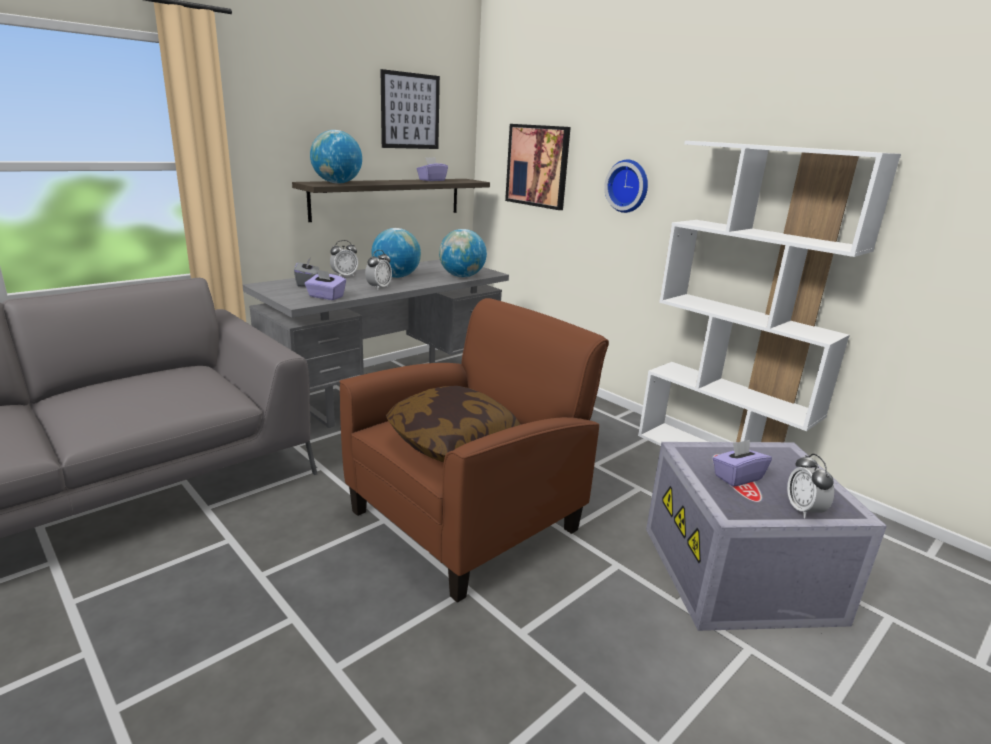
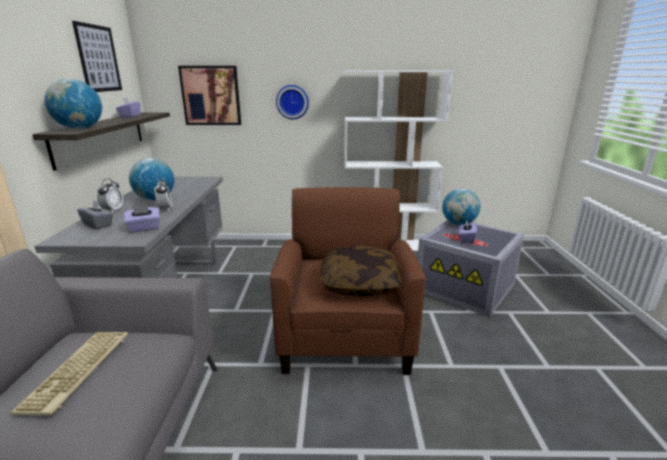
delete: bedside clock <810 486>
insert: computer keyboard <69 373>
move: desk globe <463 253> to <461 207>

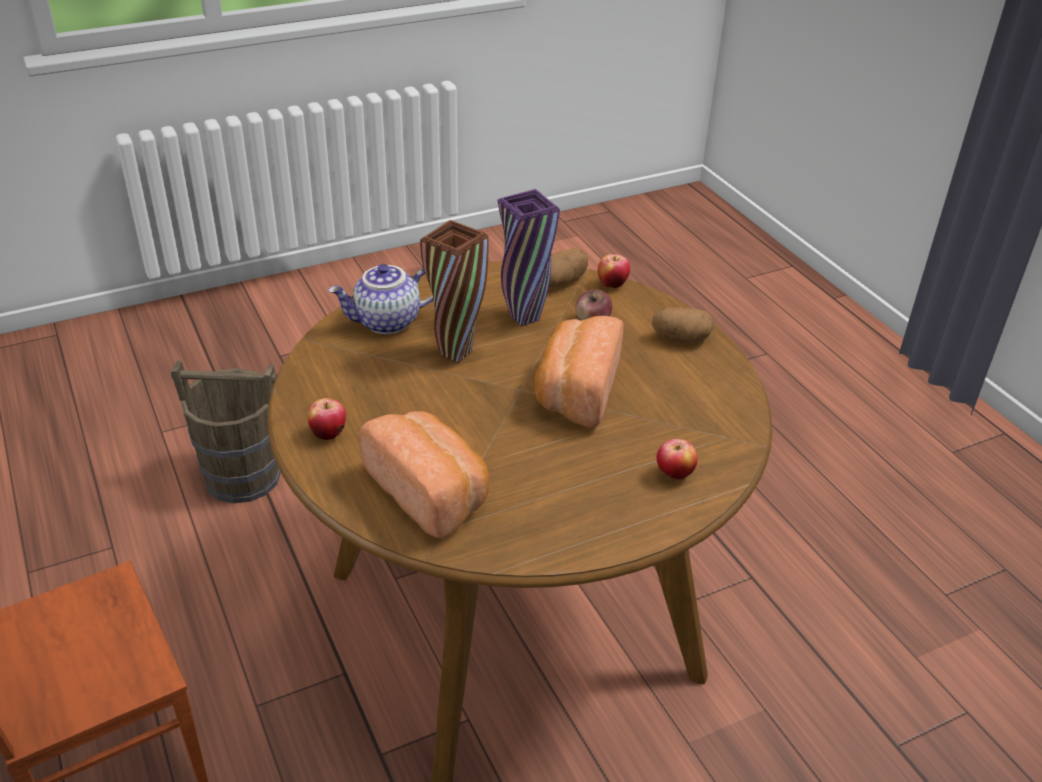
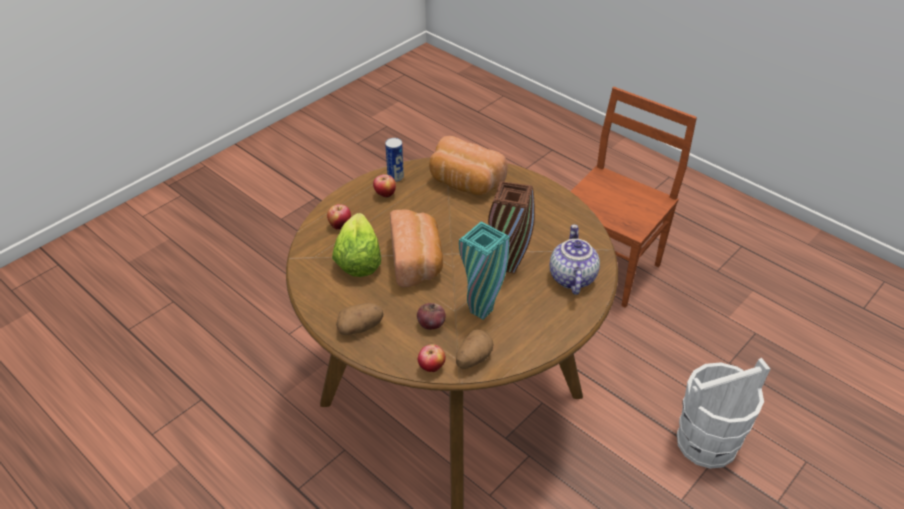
insert: sealed can <394 160>; head of lettuce <356 245>
move: apple fruit <326 419> to <384 185>
recolor: flower vase (purple-coloured) <528 257> to flower vase (turquoise-coloured) <484 270>; bucket (brown) <226 432> to bucket (whitish) <723 413>
rotate: tea pot <381 299> = <575 259> 45 degrees counterclockwise

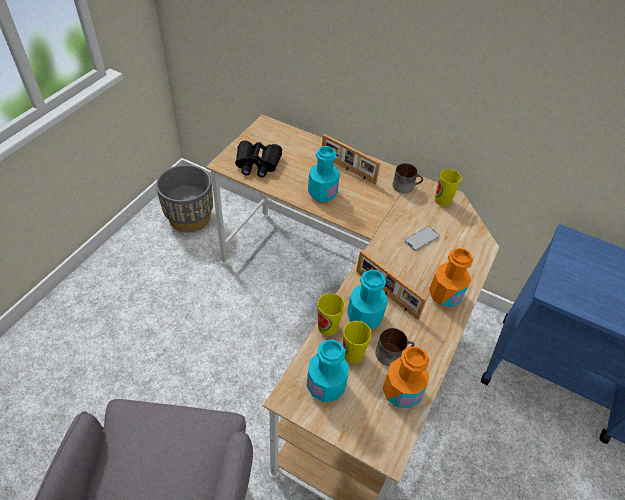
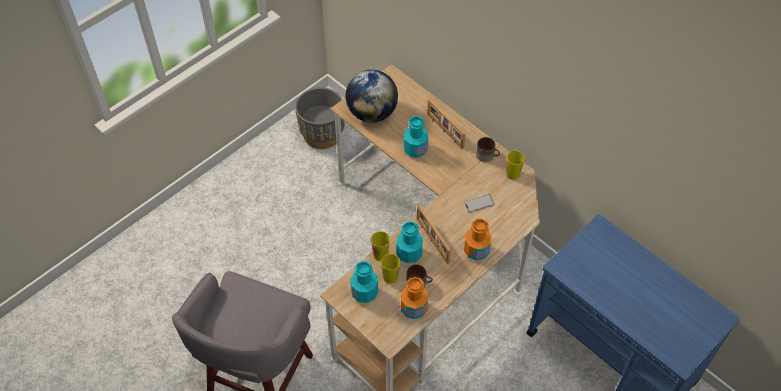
replace: binoculars (black-coloured) <258 159> to desk globe <372 96>

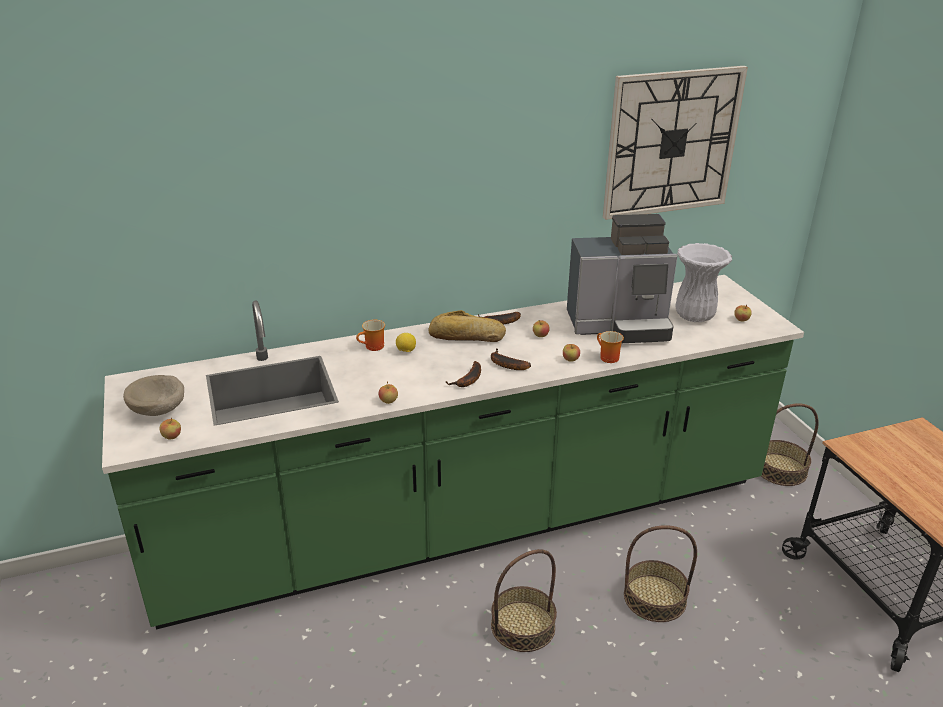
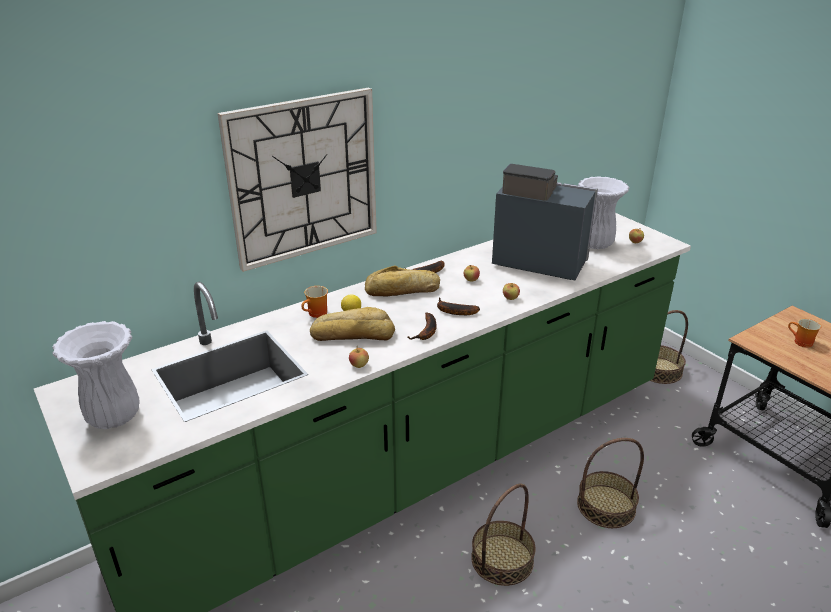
delete: apple fruit <170 428>
insert: bakery bread <352 324>
move: clock on the wall <675 143> to <297 179>; mug <610 347> to <804 333>
replace: bowl (sand-coloured) <153 395> to flower vase (whitish) <96 375>
rotate: coffee maker <622 278> = <545 222> 135 degrees counterclockwise

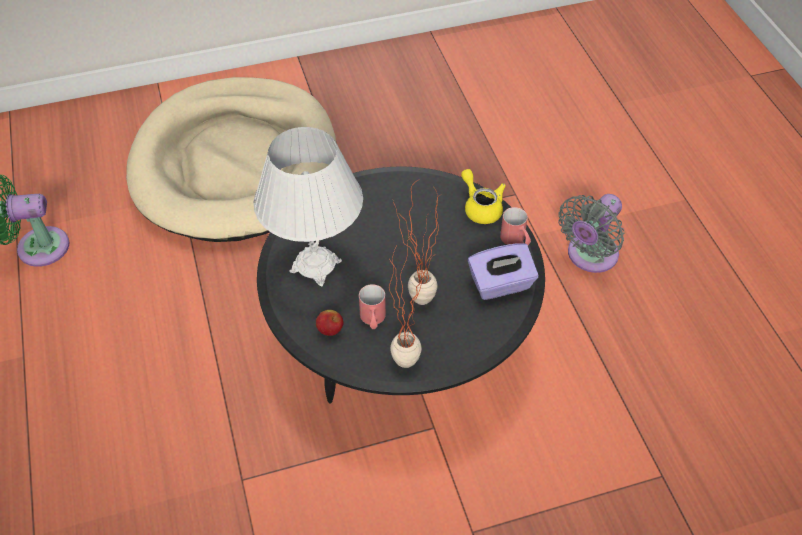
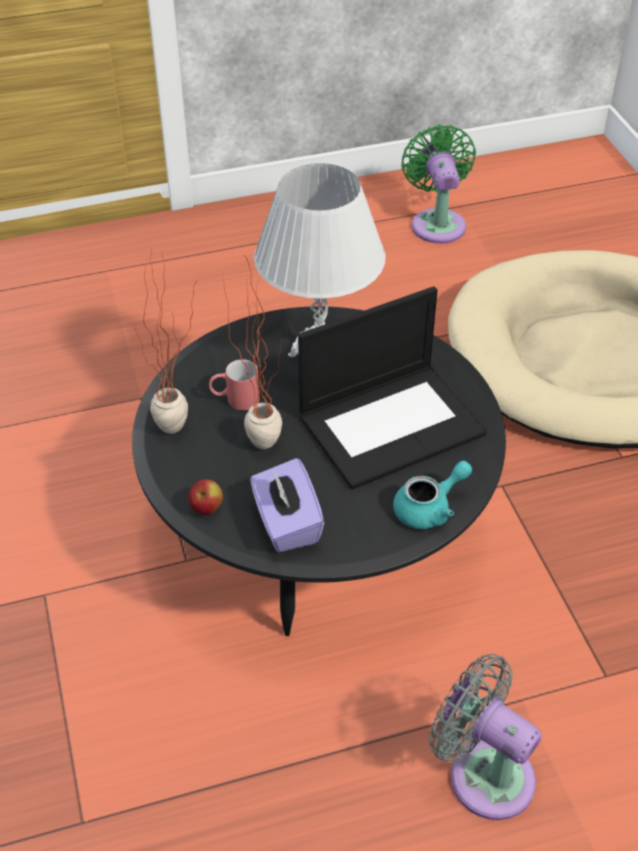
delete: mug (red-coloured) <515 226>
insert: portable computer <392 388>
move: apple fruit <329 323> to <205 496>
recolor: tea pot (yellow-coloured) <483 196> to tea pot (turquoise-coloured) <432 495>

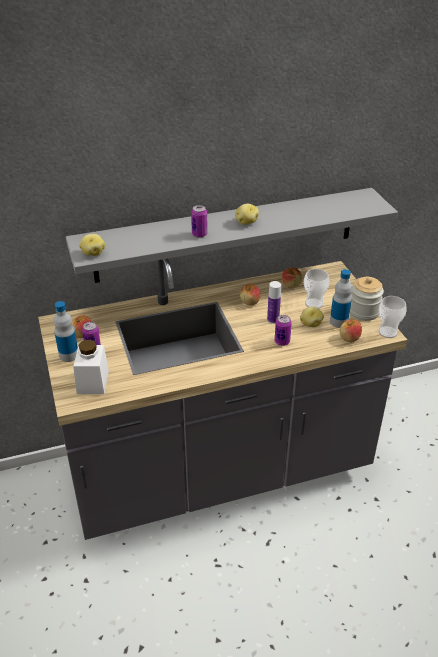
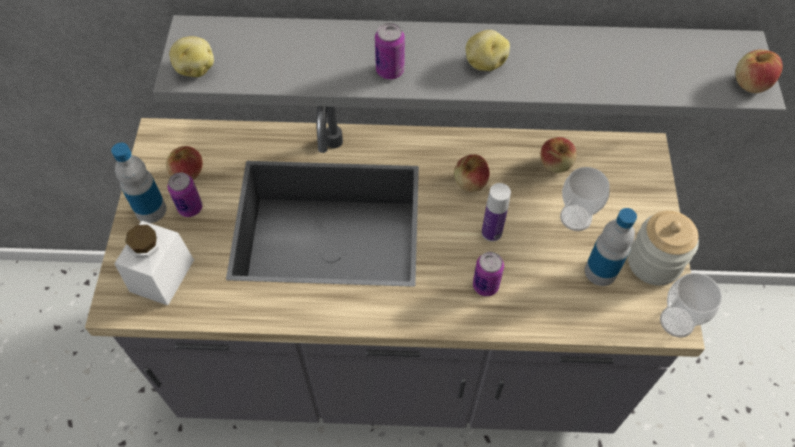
delete: potato <312 317>
move: apple fruit <351 331> to <759 71>

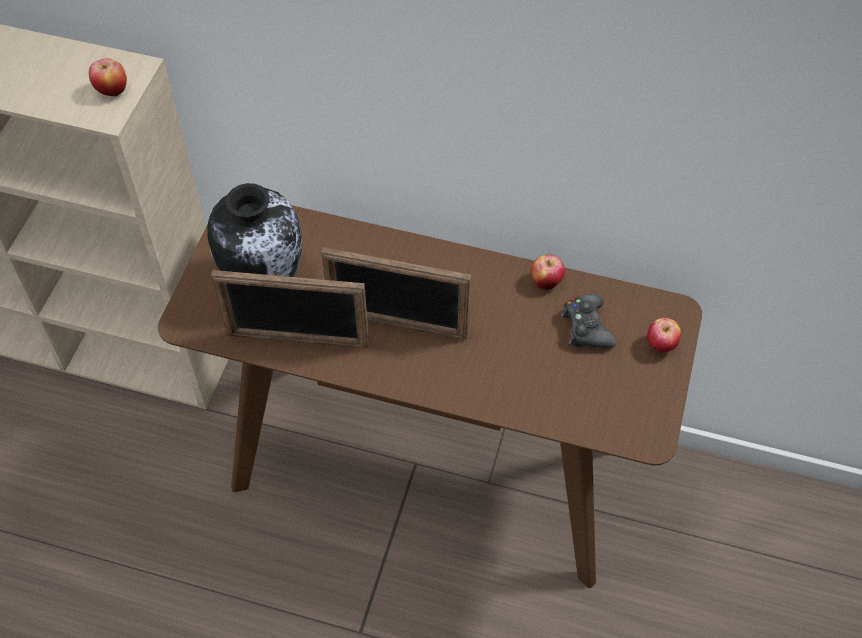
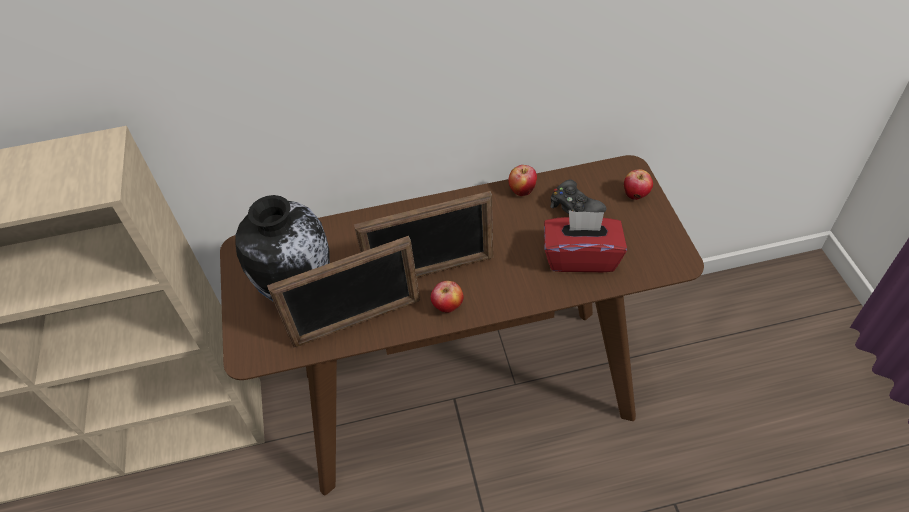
insert: tissue box (red-coloured) <585 241>
move: apple fruit <108 77> to <447 297>

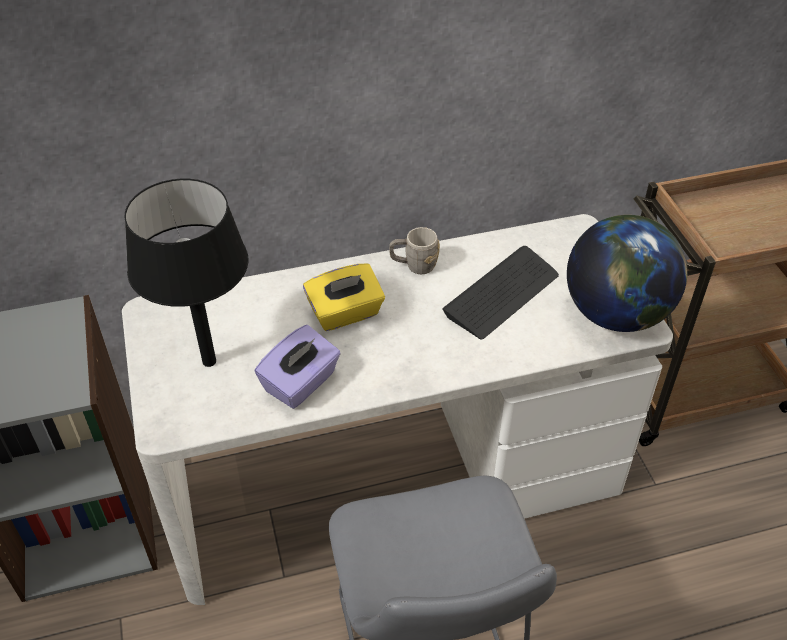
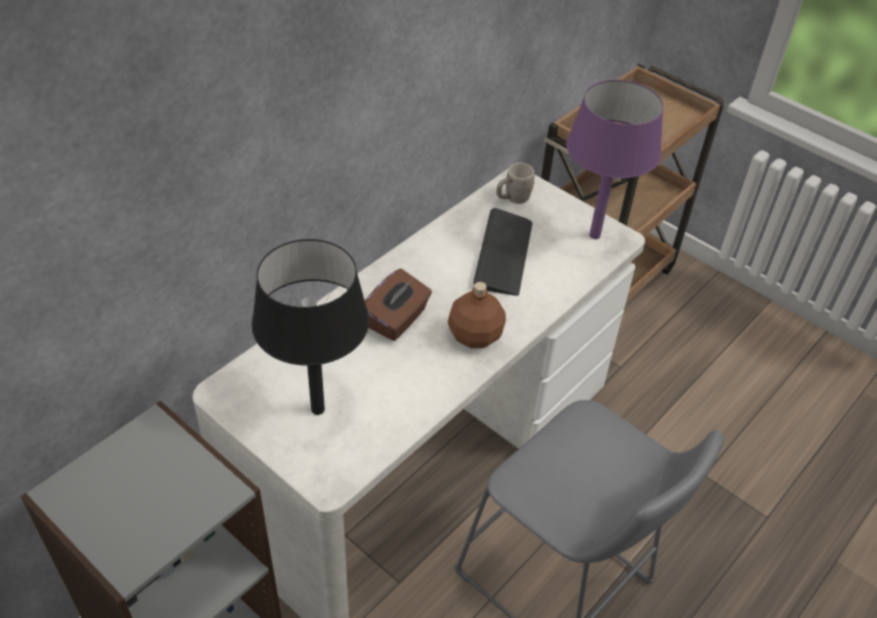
delete: tissue box (purple-coloured) <298 367>
insert: bottle (brown) <477 315>
move: mug (gray) <414 250> to <515 183>
replace: desk globe <627 273> to tabletop lamp (purple-coloured) <615 159>
recolor: tissue box (yellow-coloured) <344 297> to tissue box (brown) <398 304>

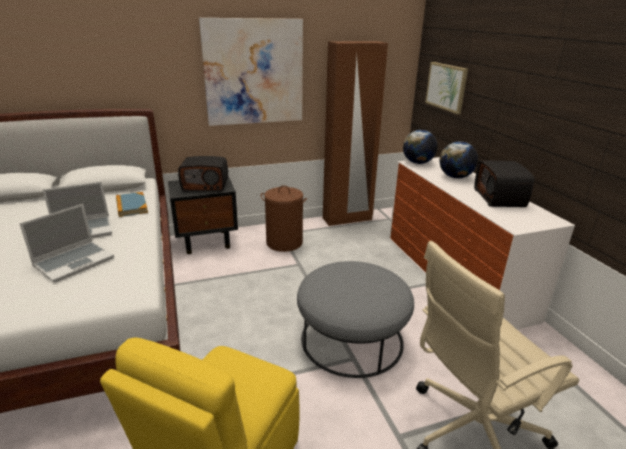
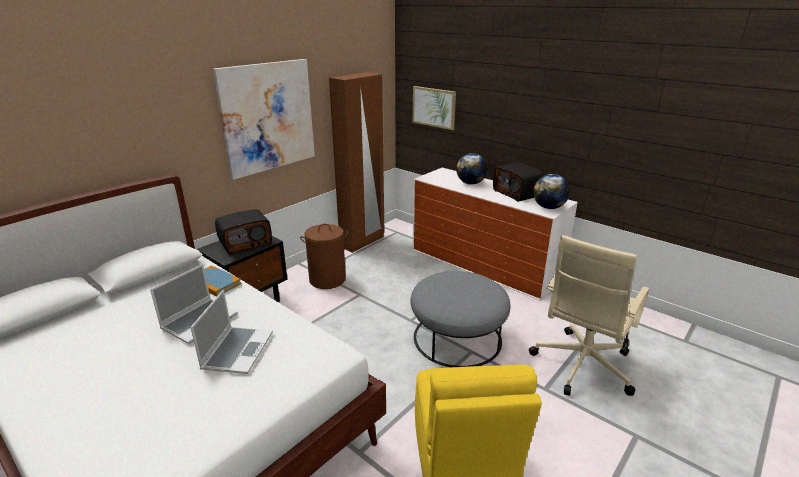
move: desk globe <420 147> to <551 191>

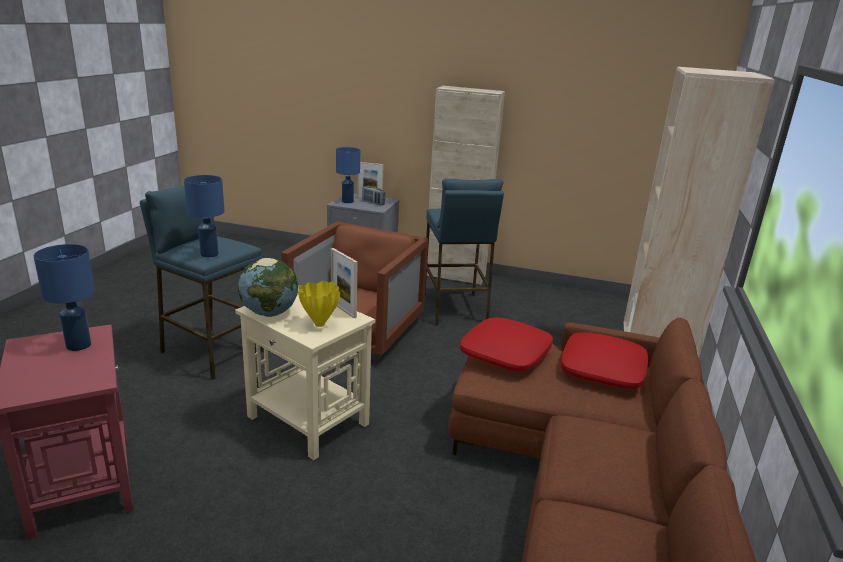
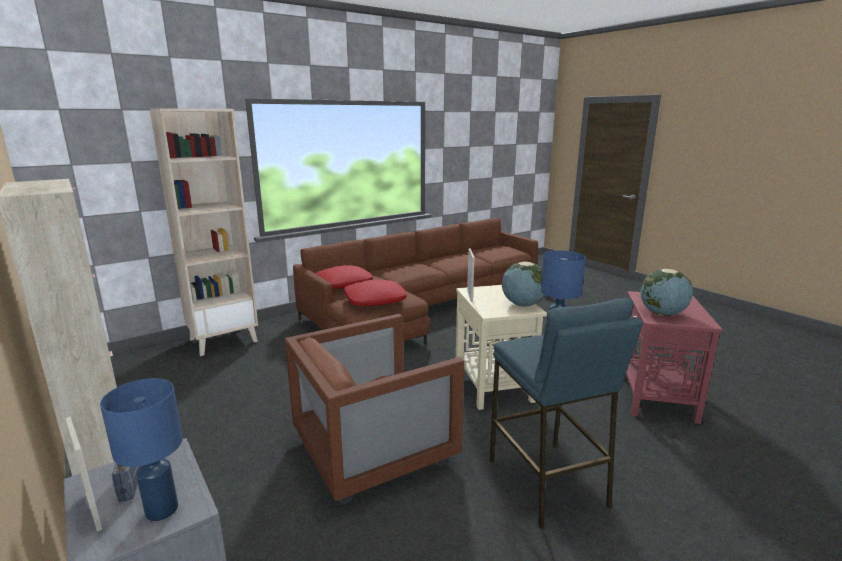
delete: stool (blue) <464 252>; flower vase (yellow-coloured) <319 304>
replace: tabletop lamp (blue) <64 297> to desk globe <666 292>

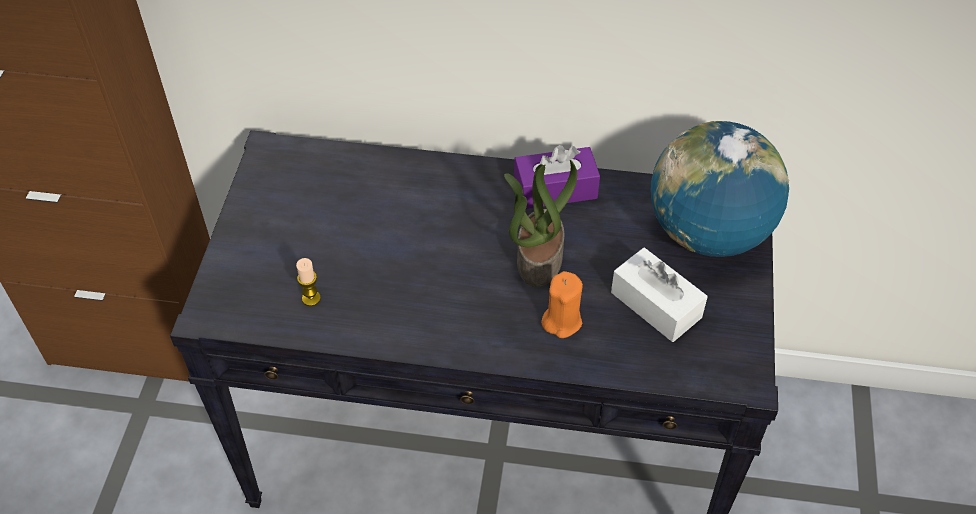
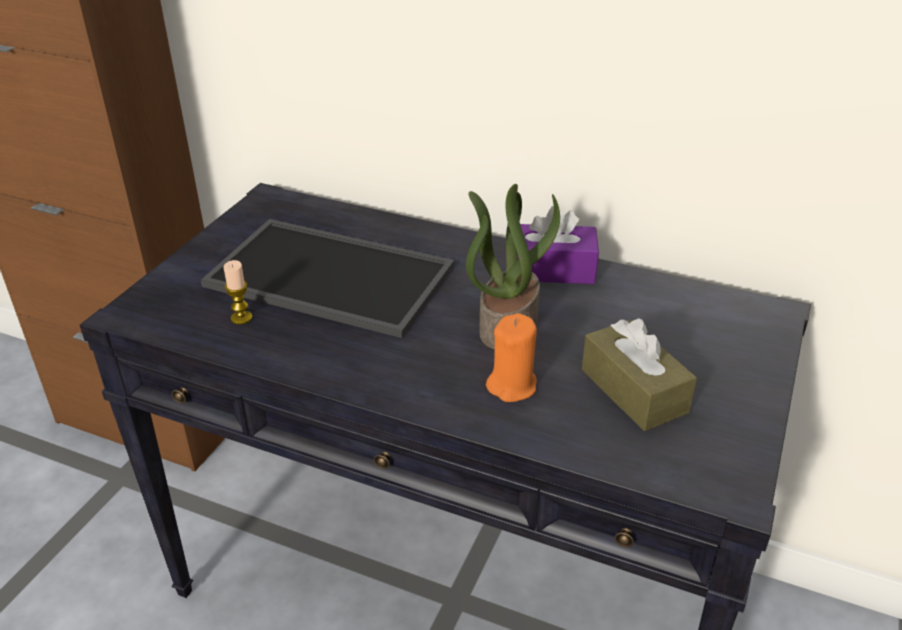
delete: desk globe <720 189>
insert: serving tray <327 278>
recolor: tissue box (whitish) <659 295> to tissue box (brown) <639 374>

